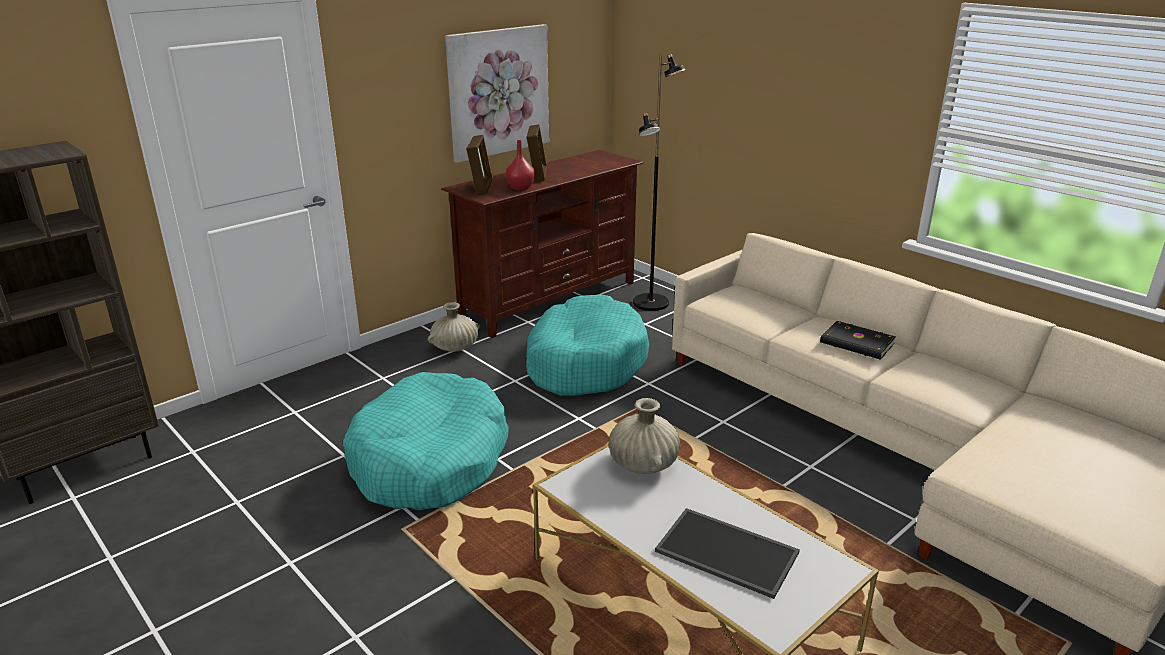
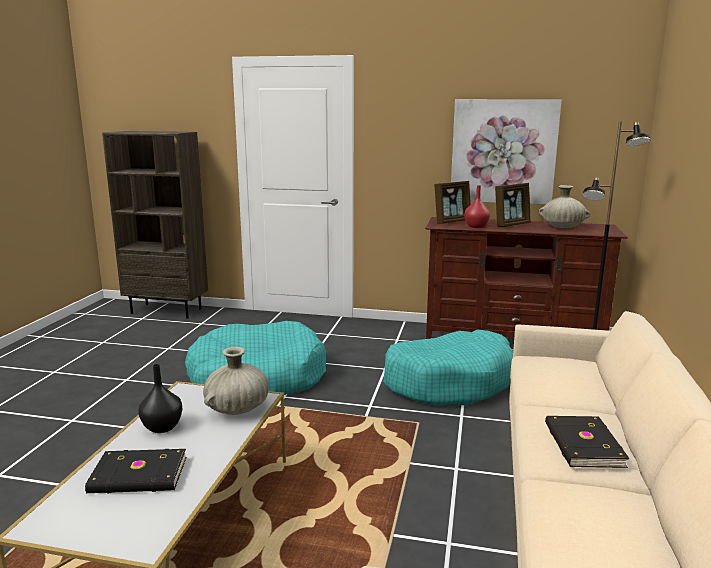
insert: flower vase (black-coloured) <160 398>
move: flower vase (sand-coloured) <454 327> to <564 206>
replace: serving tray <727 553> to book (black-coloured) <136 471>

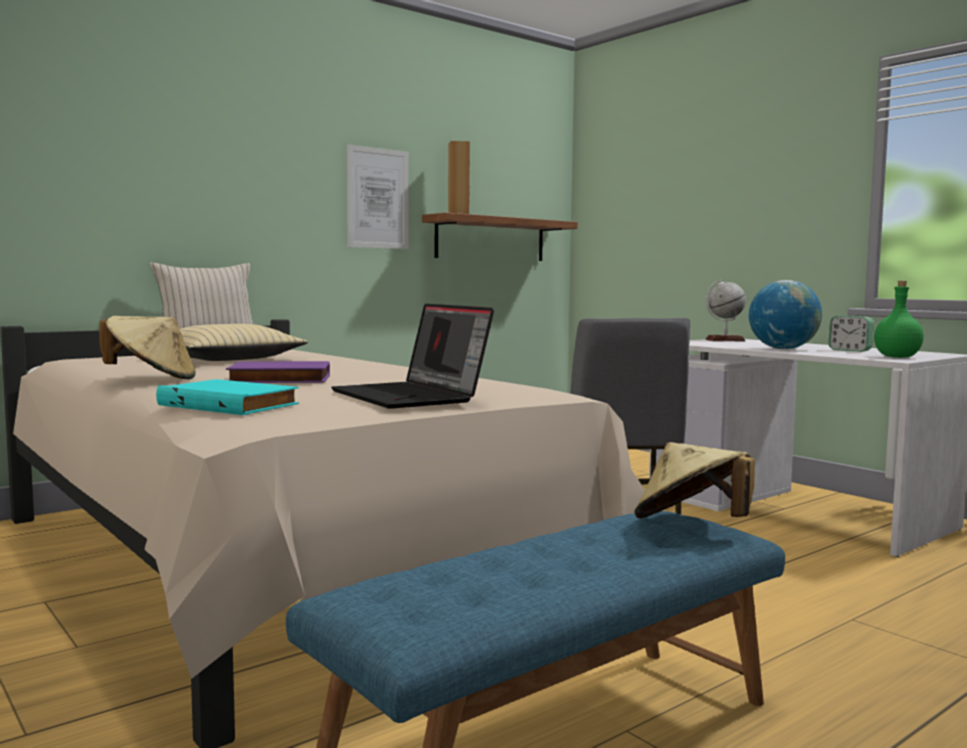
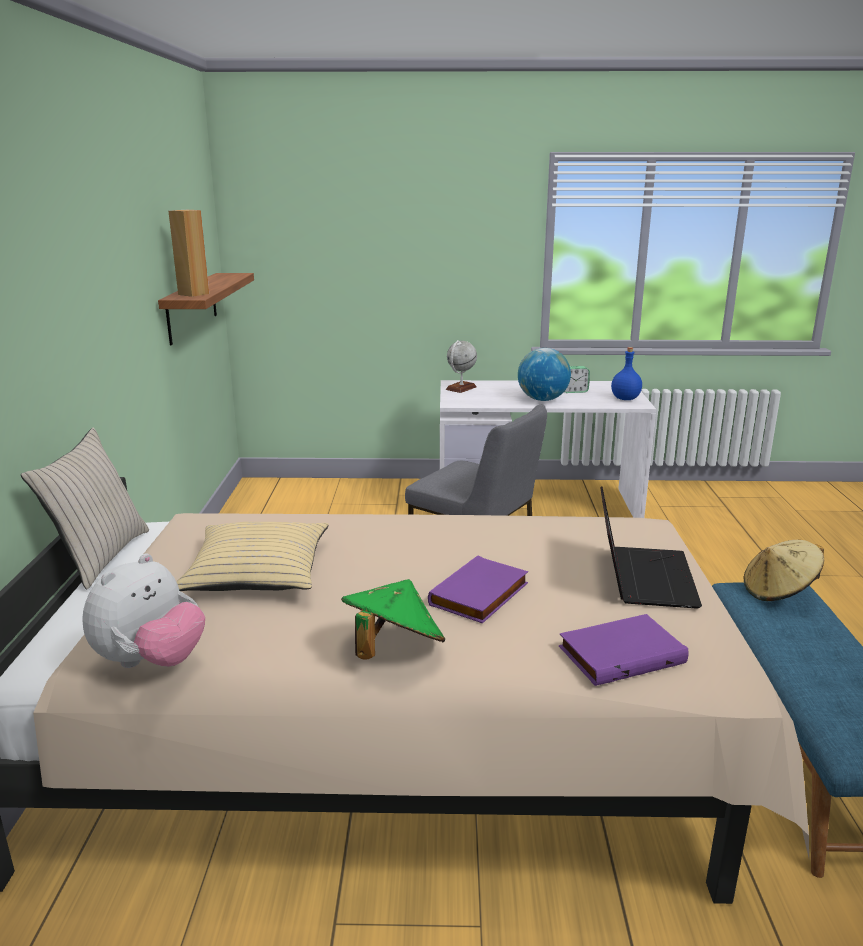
delete: wall picture <378 196>
insert: plush toy <143 610>
recolor: bottle (greenish) <899 319> to bottle (blue) <626 373>; wearable hat (sand-coloured) <147 348> to wearable hat (greenish) <393 619>; book (turquoise-coloured) <227 397> to book (purple-coloured) <624 650>
rotate: portable computer <412 356> = <651 548> 90 degrees counterclockwise

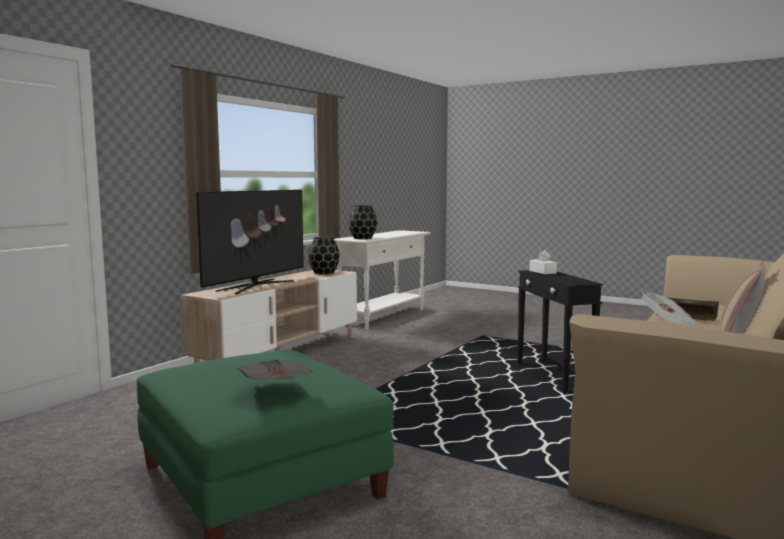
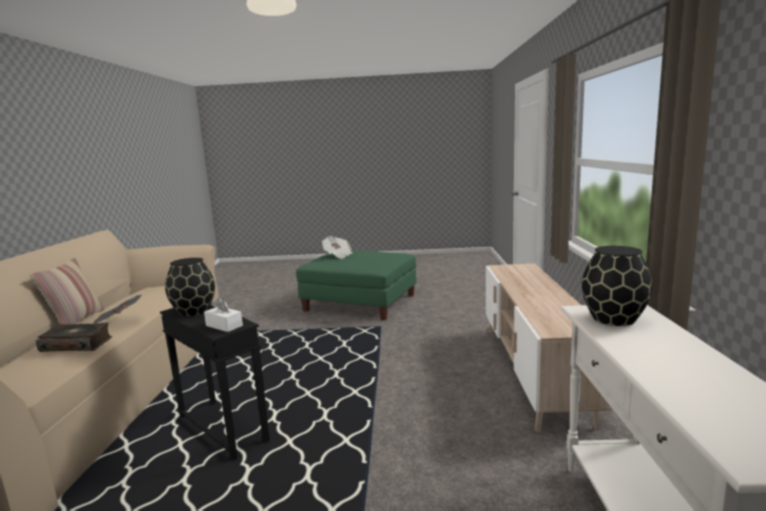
delete: television <250 242>
move: flower vase (black-coloured) <324 255> to <190 287>

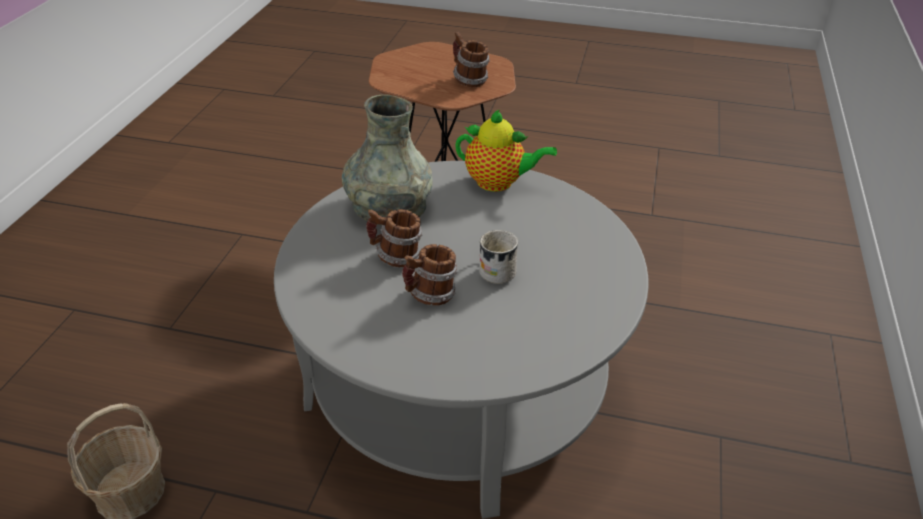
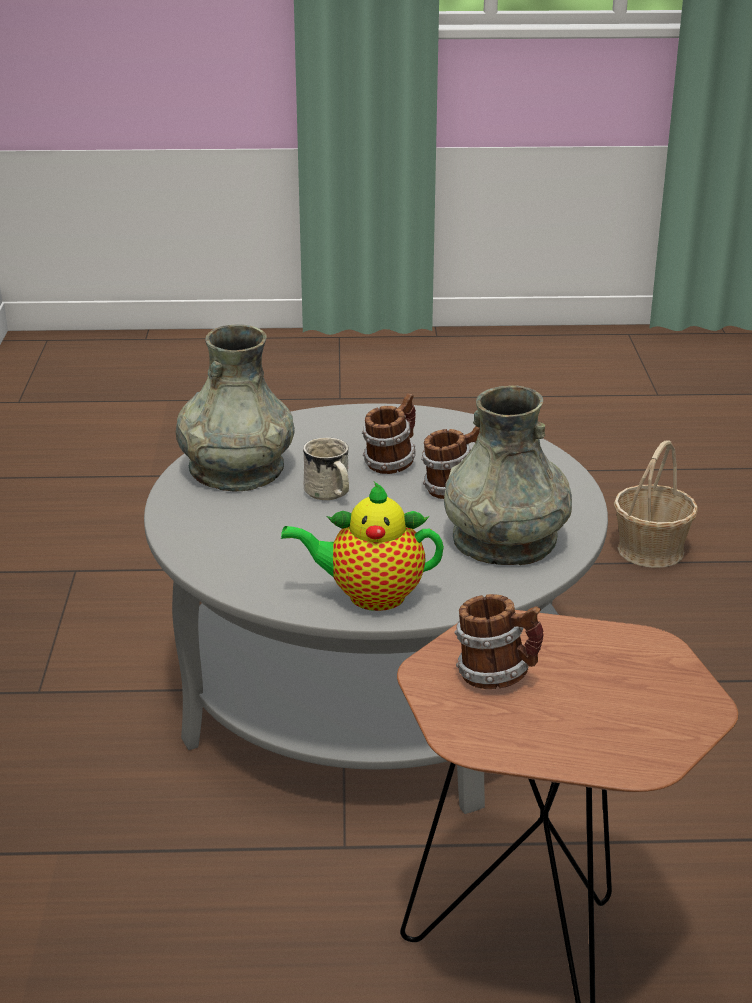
insert: flower vase (gray) <235 407>

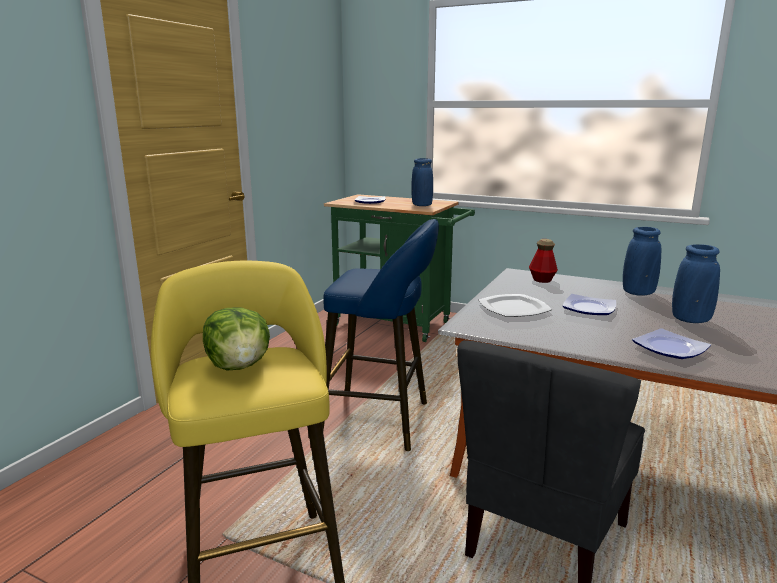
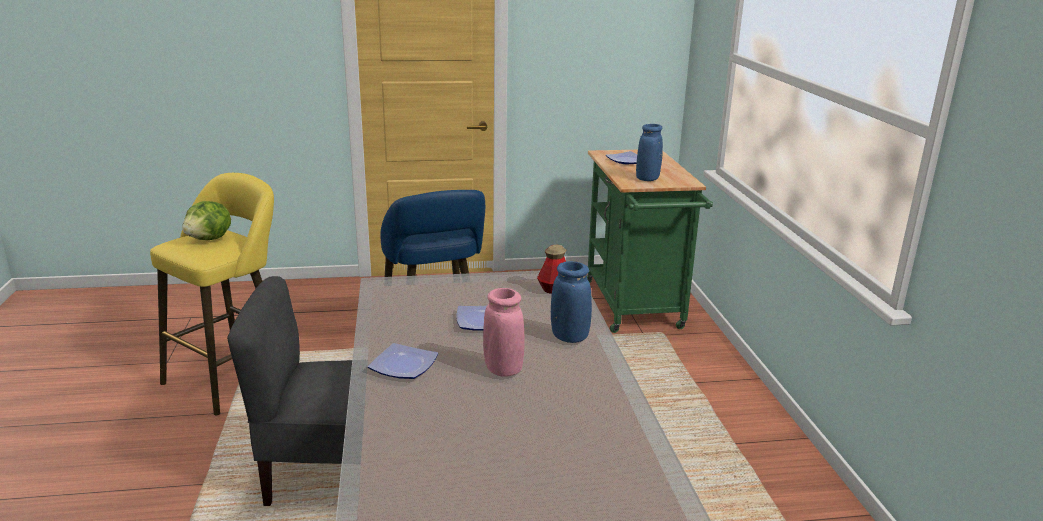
delete: dinner plate <515 305>
recolor: flower vase (blue) <696 283> to flower vase (pink-coloured) <504 332>

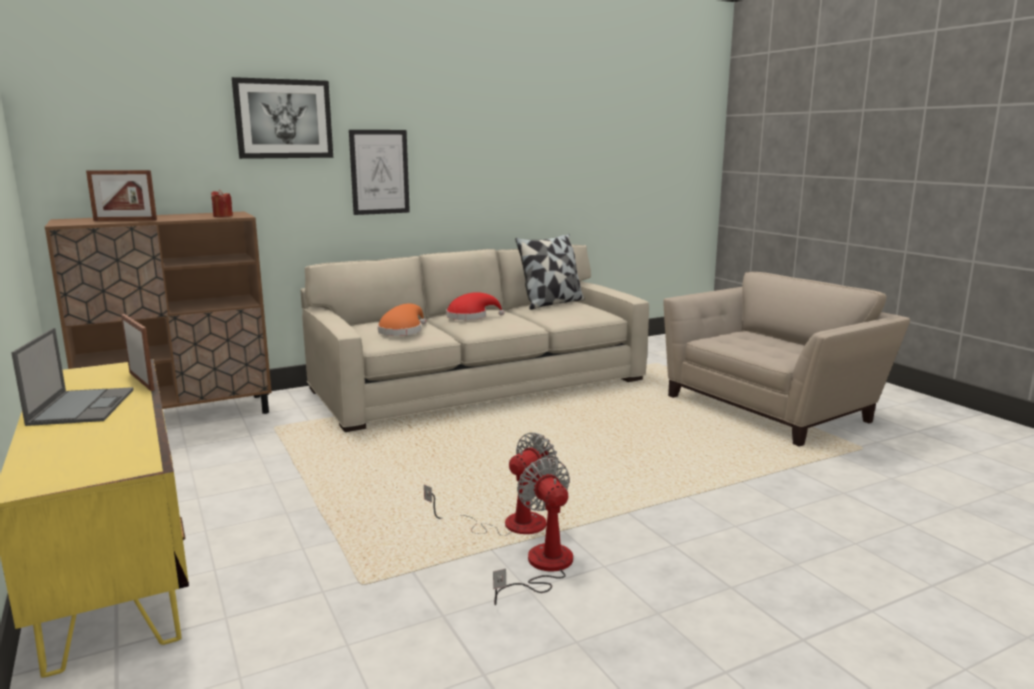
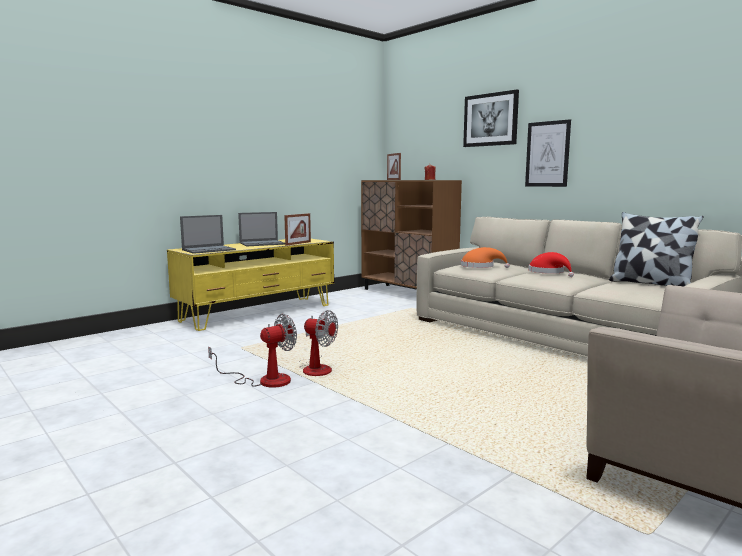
insert: portable computer <208 234>

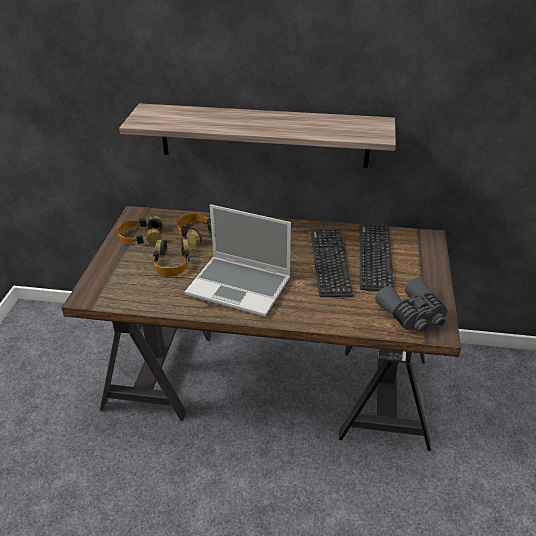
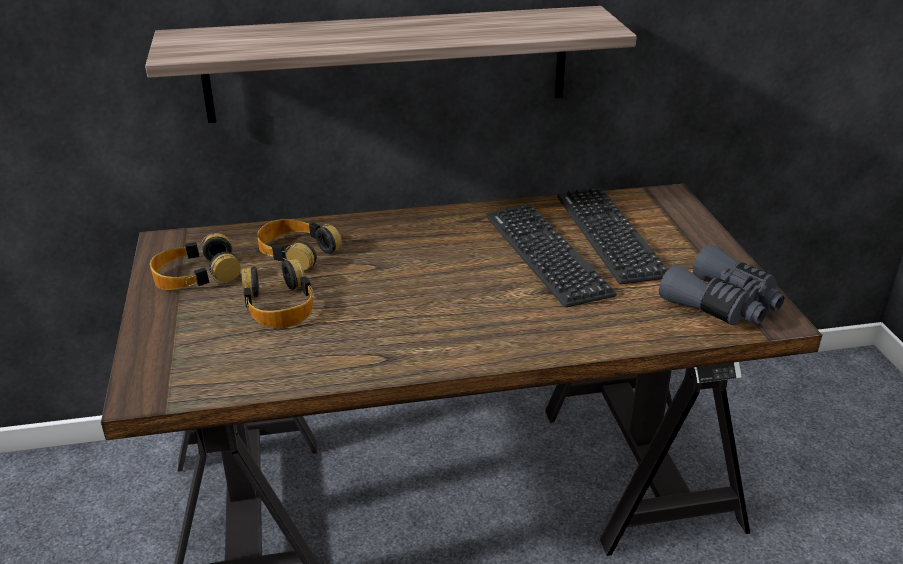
delete: portable computer <238 260>

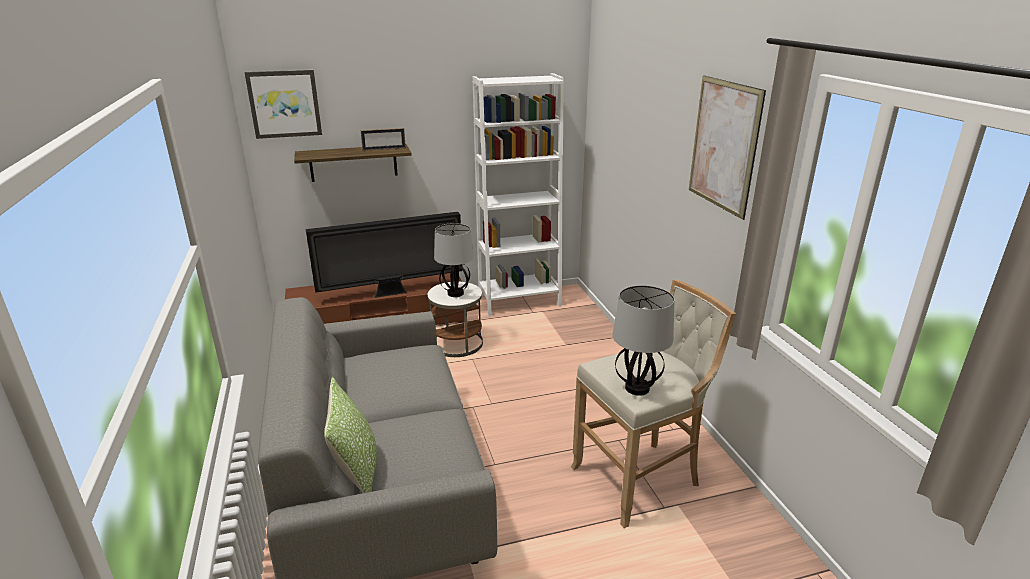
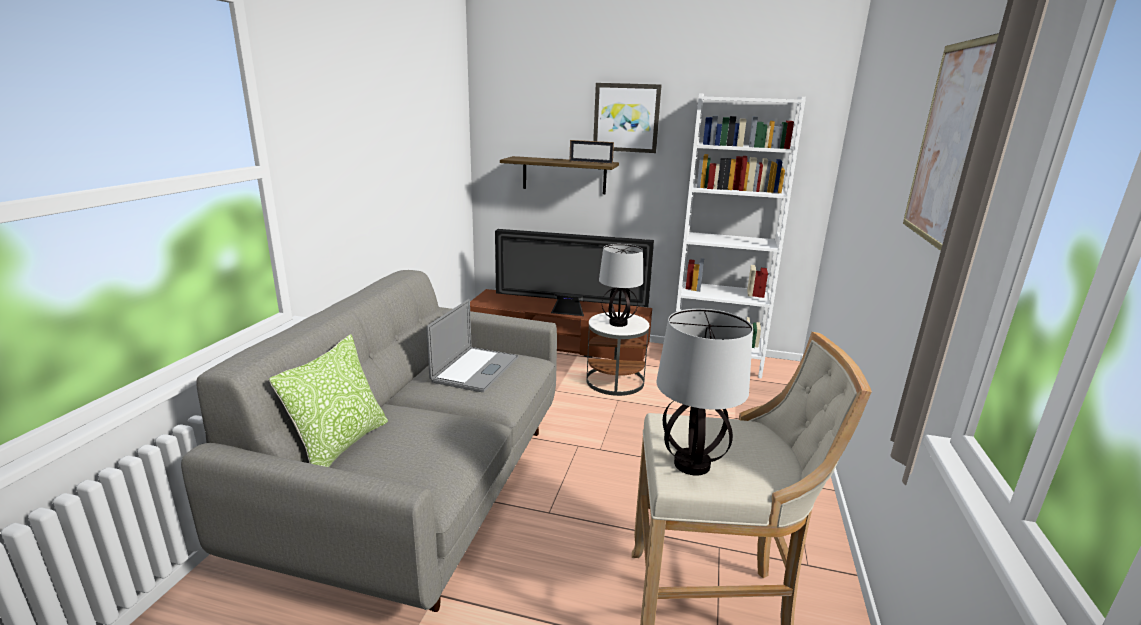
insert: portable computer <472 345>
move: wall picture <283 104> to <627 118>

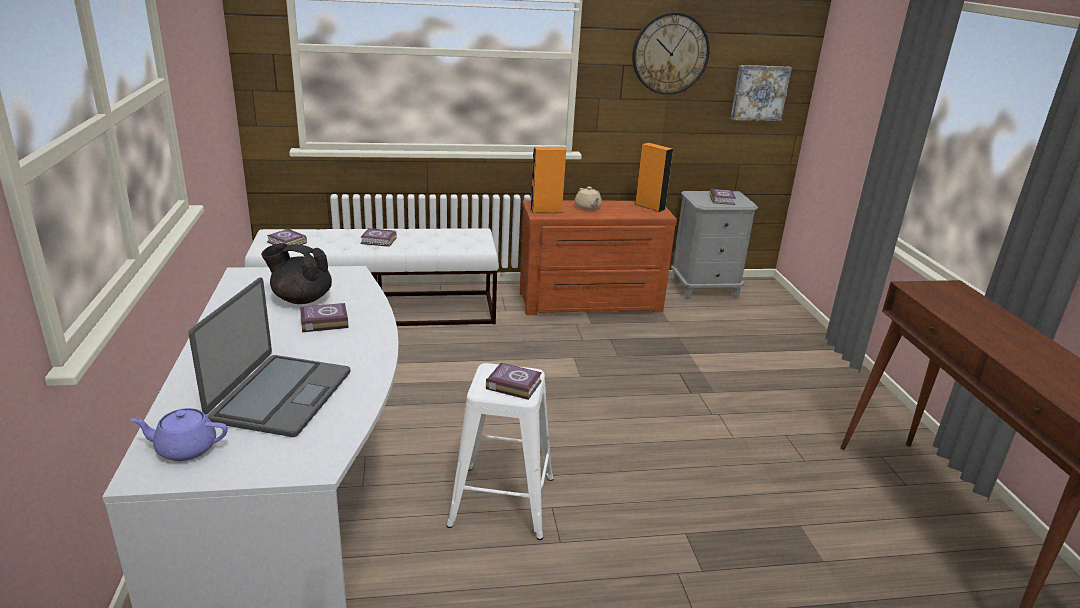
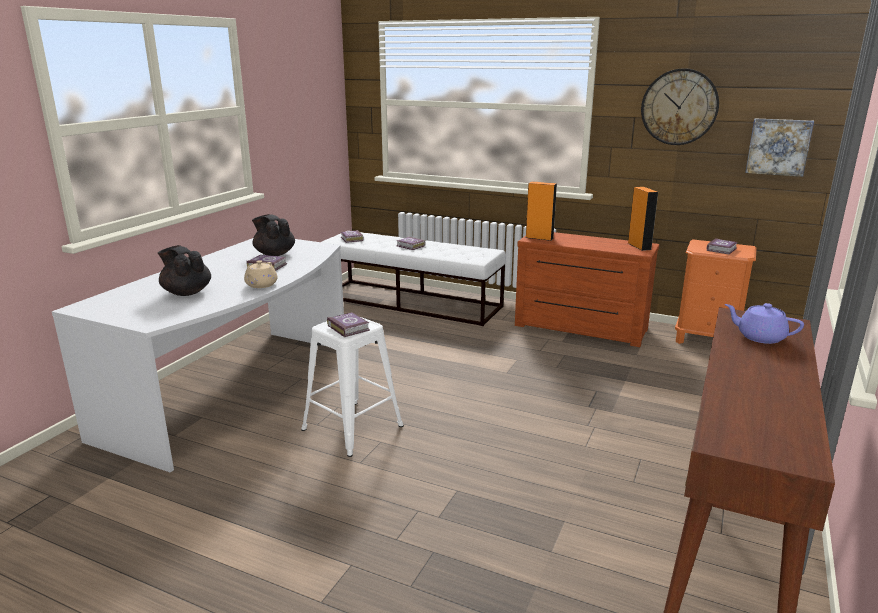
move: tea pot (sand-coloured) <588 198> to <260 274>; tea pot (purple-coloured) <179 434> to <764 323>
replace: portable computer <269 357> to tea pot (black-coloured) <184 270>
recolor: night table (gray) <714 245> to night table (orange) <716 291>

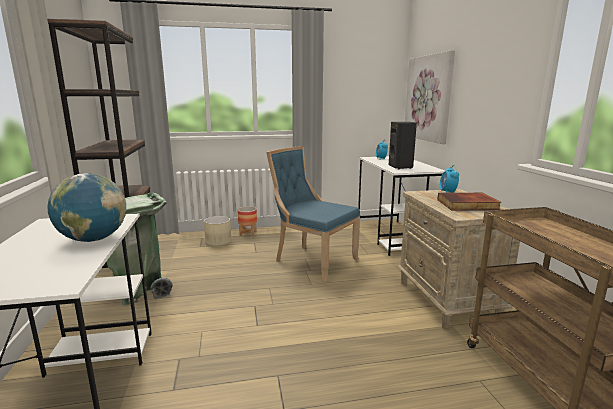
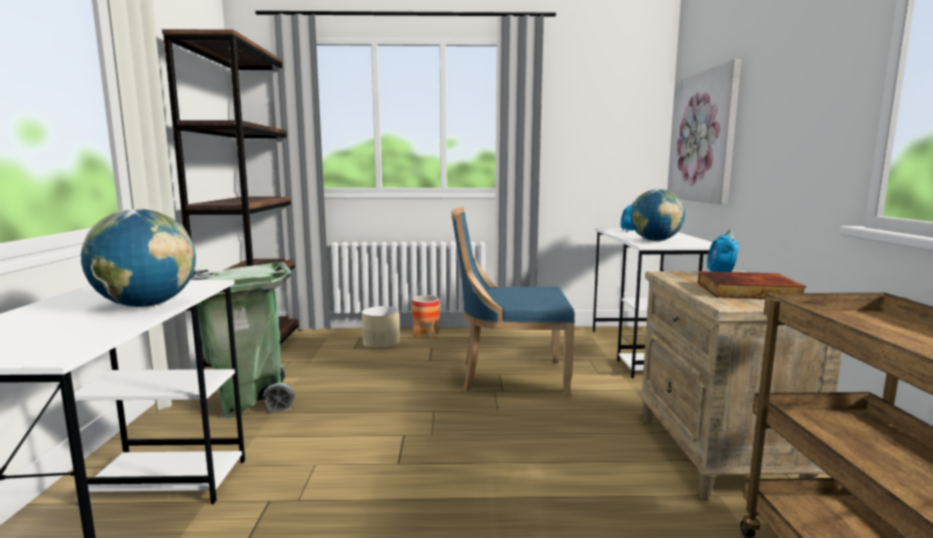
replace: speaker (black-coloured) <403 145> to desk globe <657 215>
rotate: upright chair (blue) <313 214> = <513 302> 45 degrees counterclockwise

